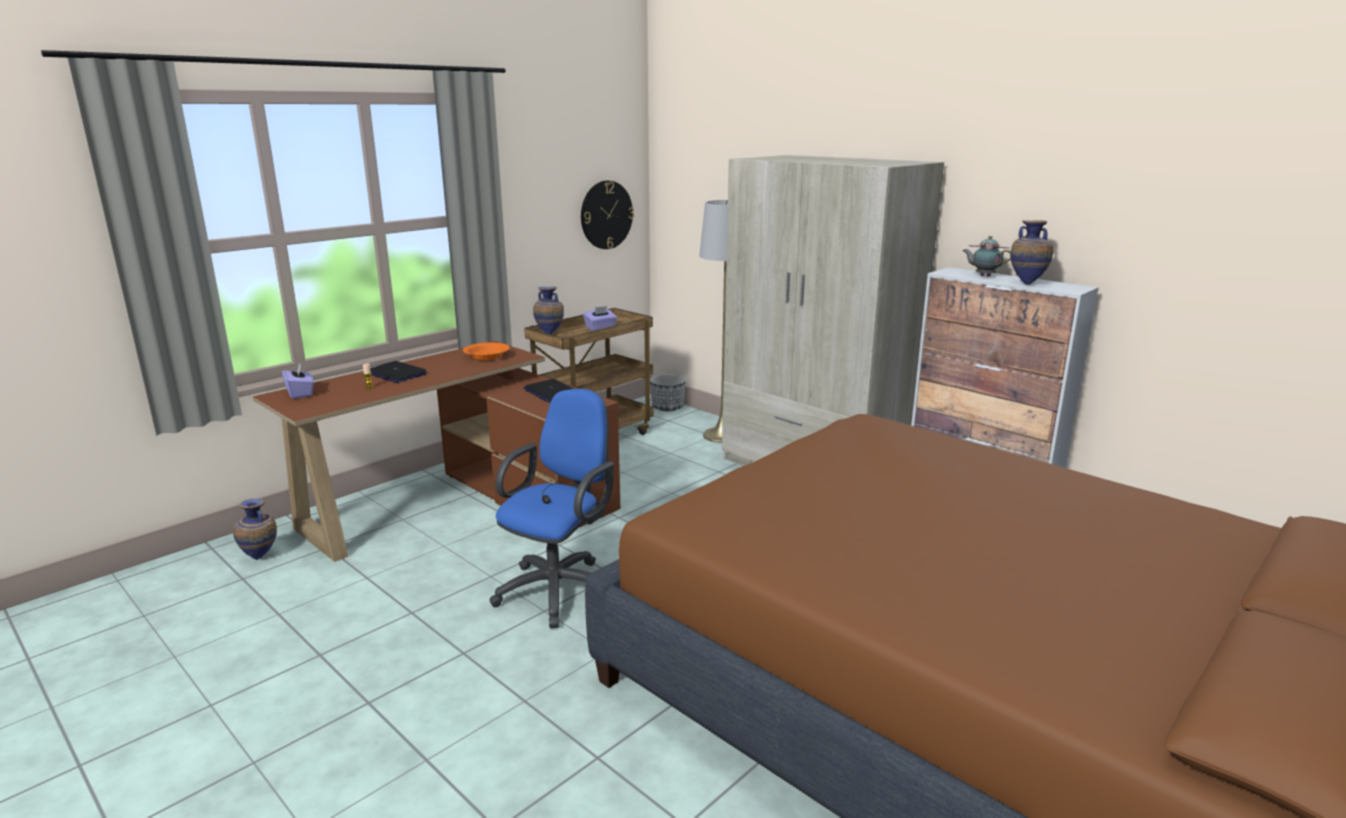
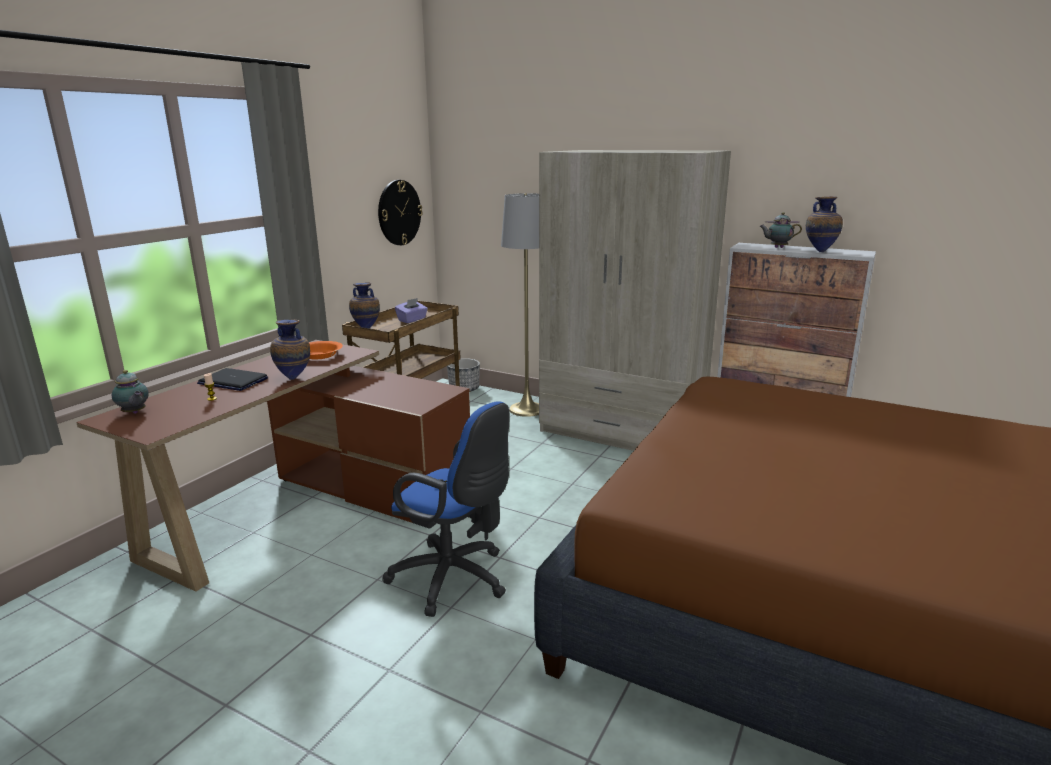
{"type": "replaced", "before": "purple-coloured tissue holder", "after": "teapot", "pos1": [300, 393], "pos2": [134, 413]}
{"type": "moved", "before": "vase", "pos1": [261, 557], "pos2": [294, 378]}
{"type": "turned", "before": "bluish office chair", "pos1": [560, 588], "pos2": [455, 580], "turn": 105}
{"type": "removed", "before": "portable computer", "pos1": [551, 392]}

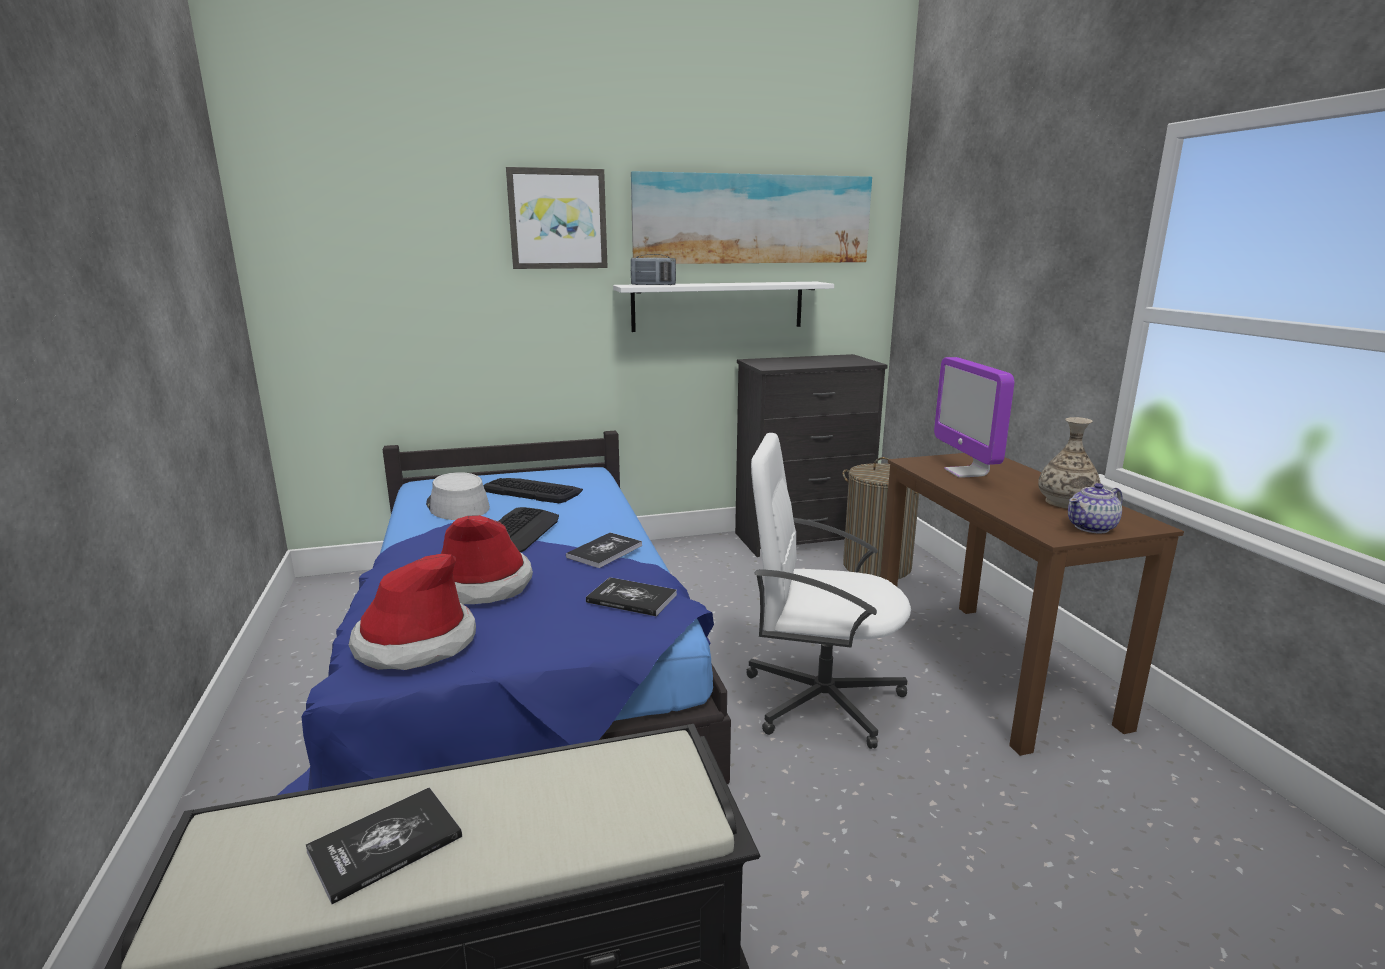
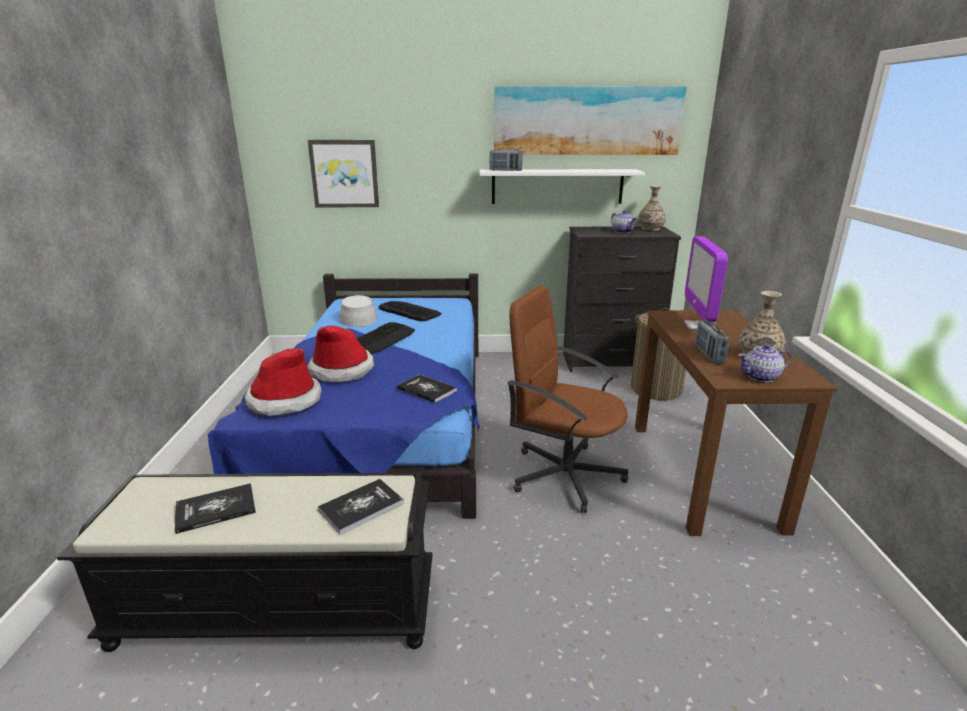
{"type": "moved", "before": "wall picture", "pos1": [558, 219], "pos2": [344, 174]}
{"type": "moved", "before": "book", "pos1": [604, 551], "pos2": [361, 507]}
{"type": "recoloured", "before": "white-coloured office chair", "after": "brownish office chair", "pos1": [820, 698], "pos2": [564, 474]}
{"type": "added", "after": "teapot", "pos2": [622, 231]}
{"type": "added", "after": "vase", "pos2": [650, 228]}
{"type": "added", "after": "radio set", "pos2": [708, 354]}

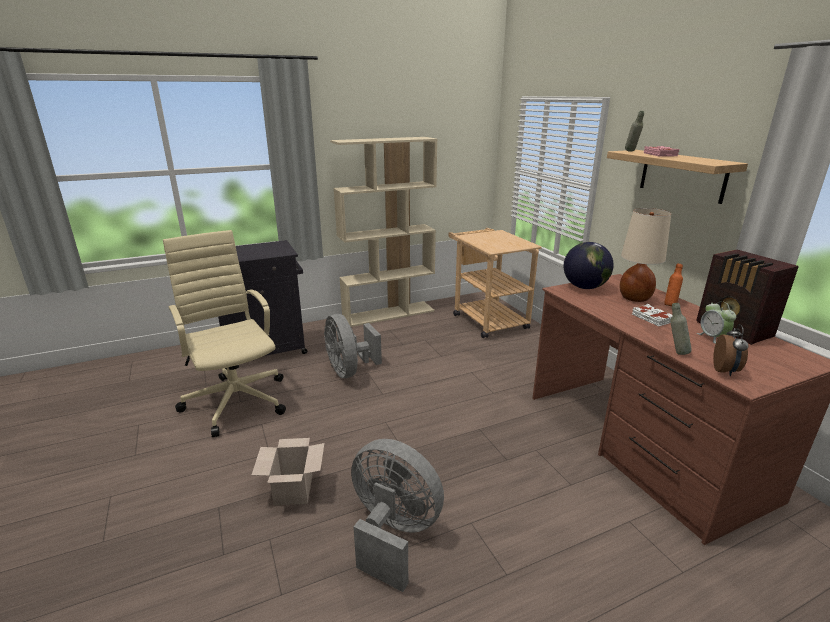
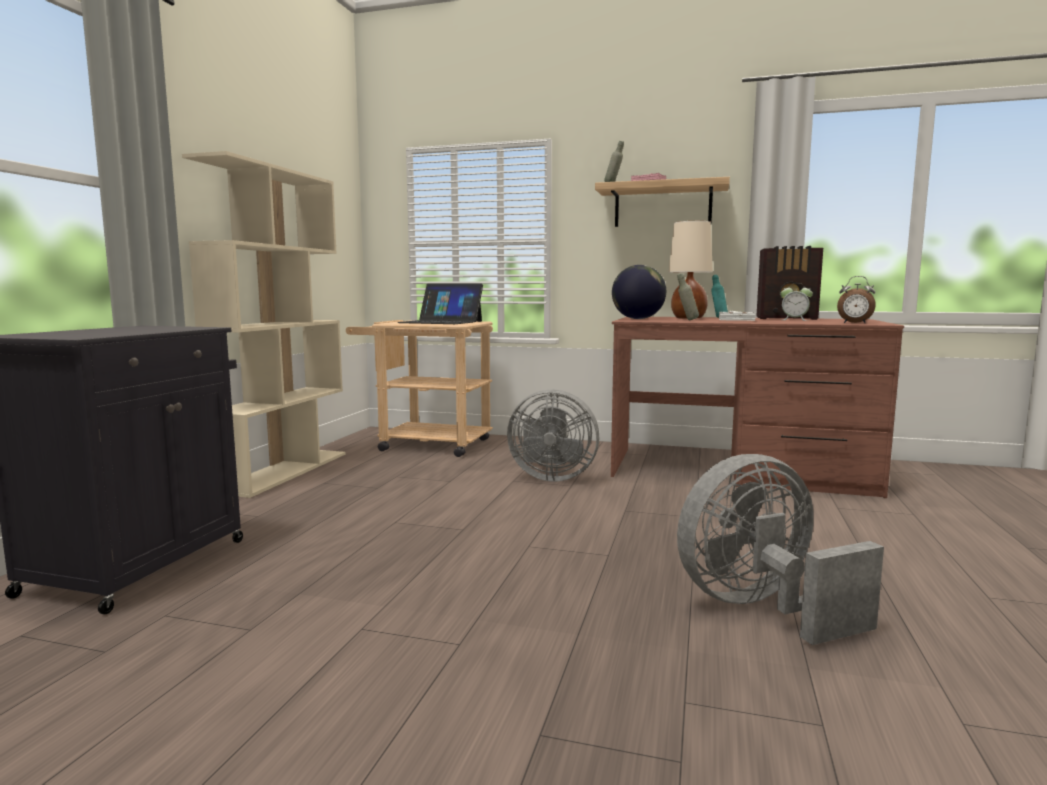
{"type": "added", "after": "portable computer", "pos2": [441, 322]}
{"type": "moved", "before": "grey cooling fan", "pos1": [349, 370], "pos2": [551, 477]}
{"type": "moved", "before": "grey beverage bottle", "pos1": [675, 352], "pos2": [687, 320]}
{"type": "recoloured", "before": "orange-coloured beverage bottle", "after": "turquoise beverage bottle", "pos1": [670, 305], "pos2": [718, 318]}
{"type": "turned", "before": "bedside clock", "pos1": [726, 371], "pos2": [854, 323], "turn": 150}
{"type": "removed", "before": "beige-coloured office chair", "pos1": [236, 400]}
{"type": "removed", "before": "cardboard box", "pos1": [293, 488]}

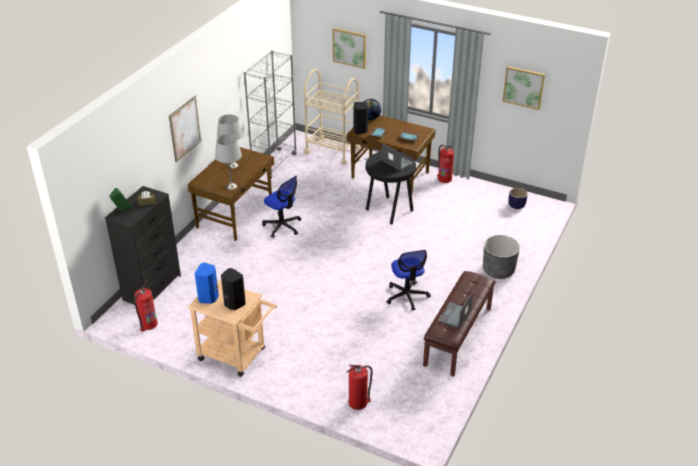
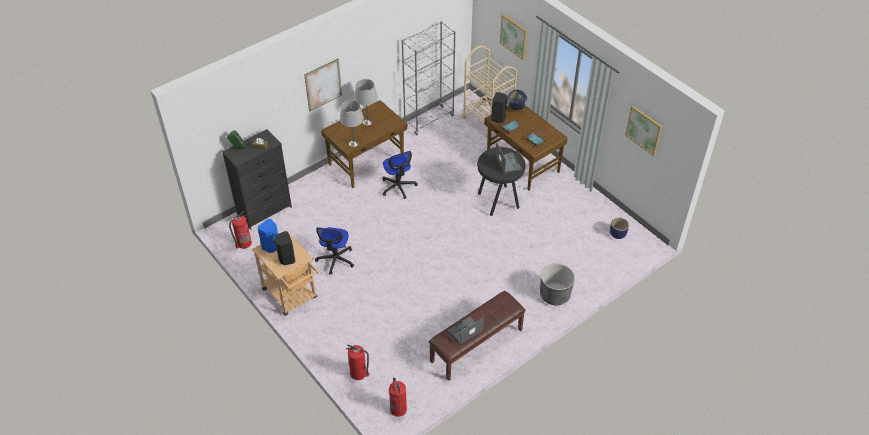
{"type": "moved", "before": "office chair", "pos1": [407, 296], "pos2": [335, 259]}
{"type": "moved", "before": "fire extinguisher", "pos1": [444, 178], "pos2": [398, 408]}

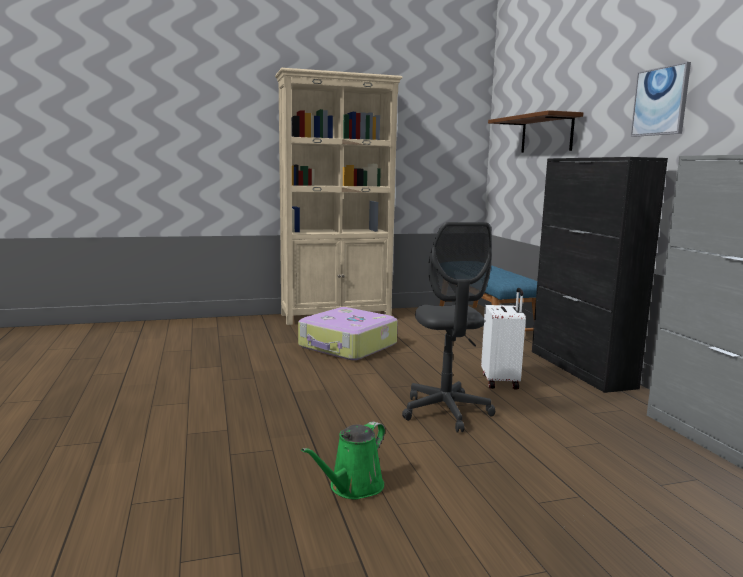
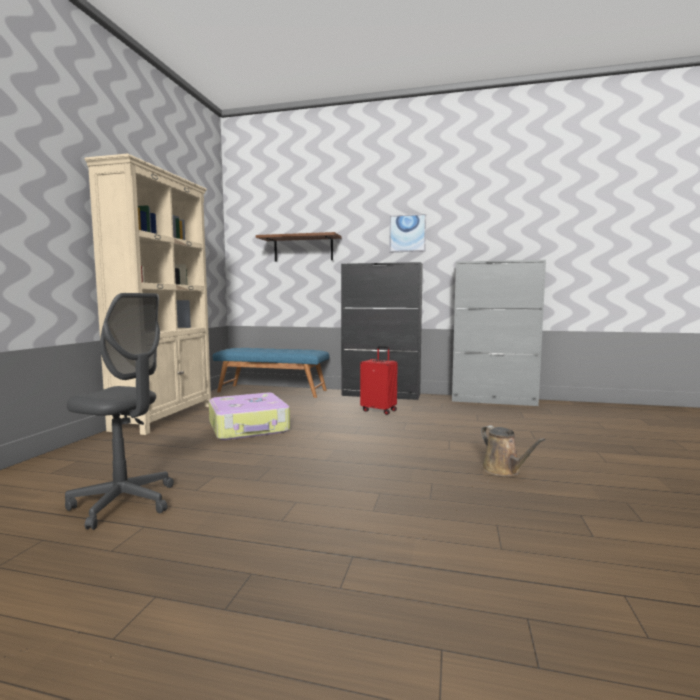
{"type": "moved", "before": "grey office chair", "pos1": [446, 412], "pos2": [124, 503]}
{"type": "recoloured", "before": "white-coloured suitcase", "after": "red-coloured suitcase", "pos1": [501, 381], "pos2": [379, 410]}
{"type": "recoloured", "before": "greenish watering can", "after": "brownish watering can", "pos1": [353, 487], "pos2": [503, 470]}

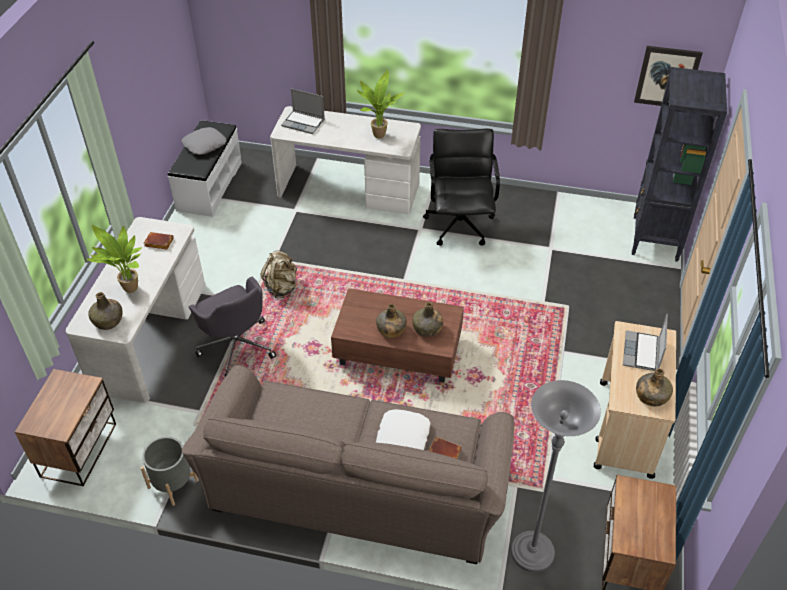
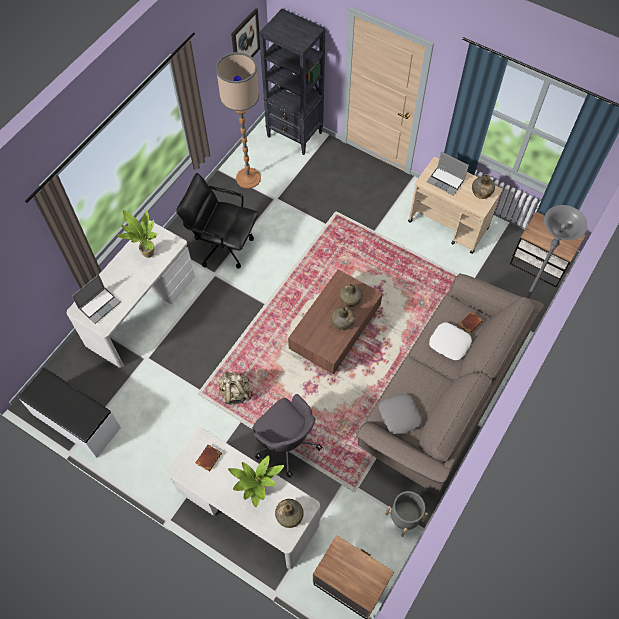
{"type": "added", "after": "floor lamp", "pos2": [248, 178]}
{"type": "turned", "before": "grey office chair", "pos1": [236, 346], "pos2": [286, 442], "turn": 60}
{"type": "moved", "before": "grey throw pillow", "pos1": [204, 144], "pos2": [399, 415]}

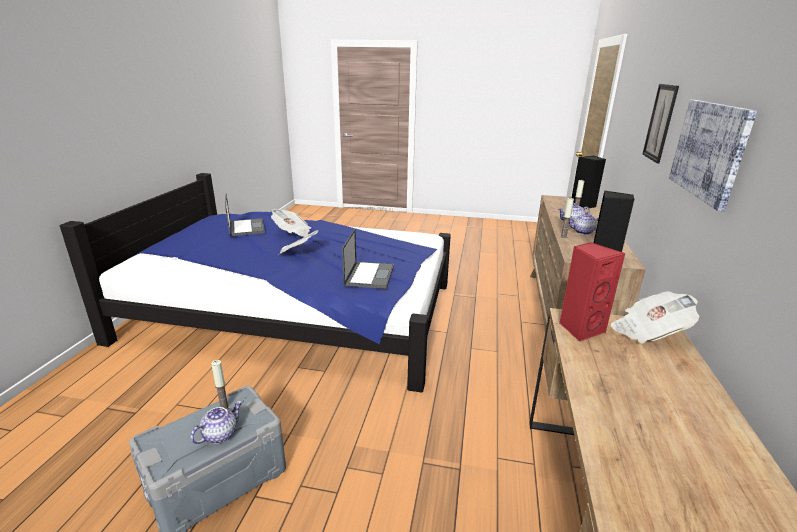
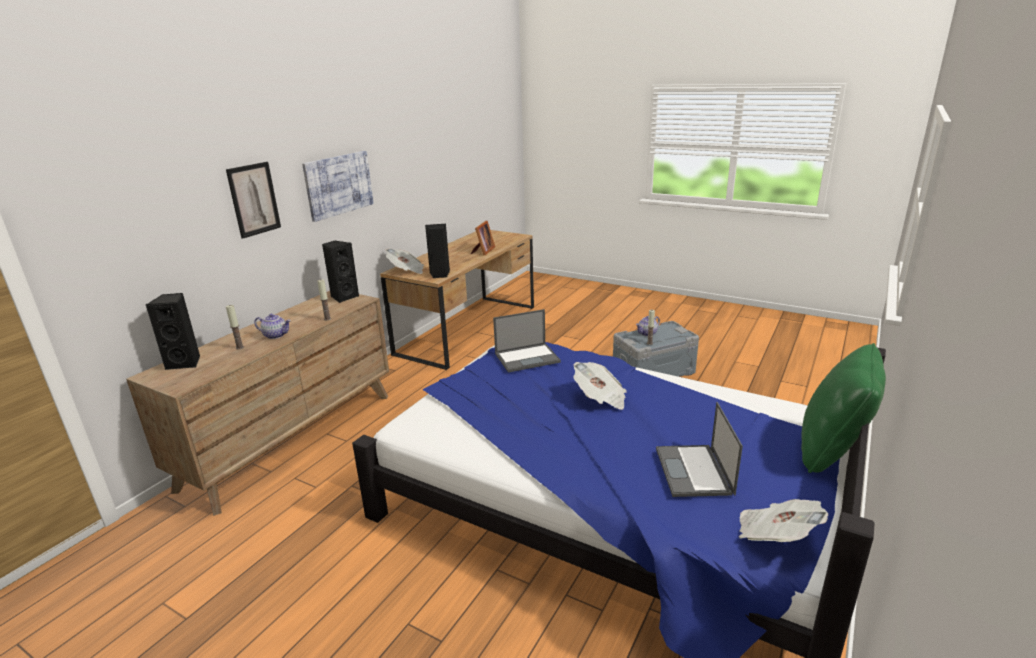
{"type": "recoloured", "before": "red-coloured loudspeaker", "after": "blackish loudspeaker", "pos1": [580, 329], "pos2": [439, 274]}
{"type": "added", "after": "standing frame", "pos2": [483, 251]}
{"type": "turned", "before": "portable computer", "pos1": [369, 275], "pos2": [527, 357], "turn": -135}
{"type": "moved", "before": "printed paper", "pos1": [292, 233], "pos2": [775, 535]}
{"type": "added", "after": "greenish throw pillow", "pos2": [832, 450]}
{"type": "removed", "before": "teapot", "pos1": [583, 232]}

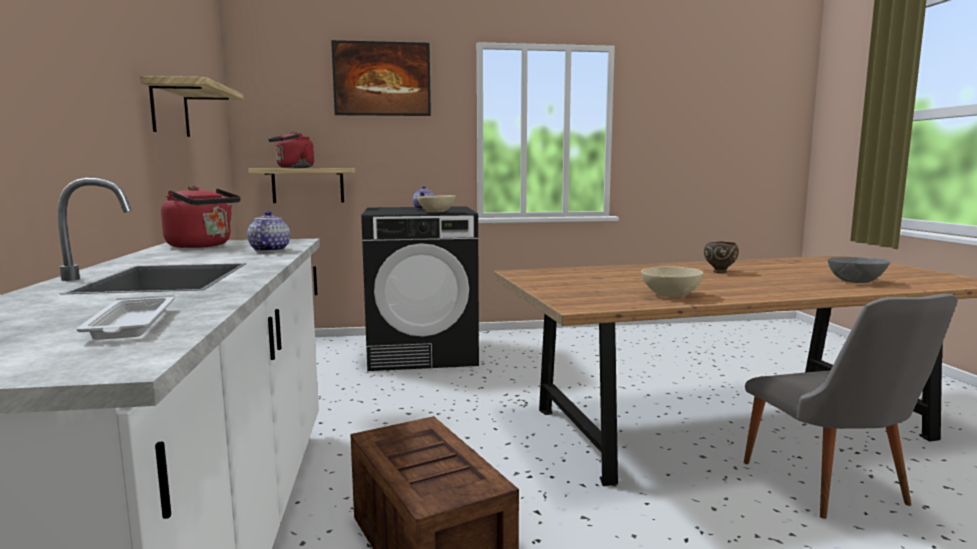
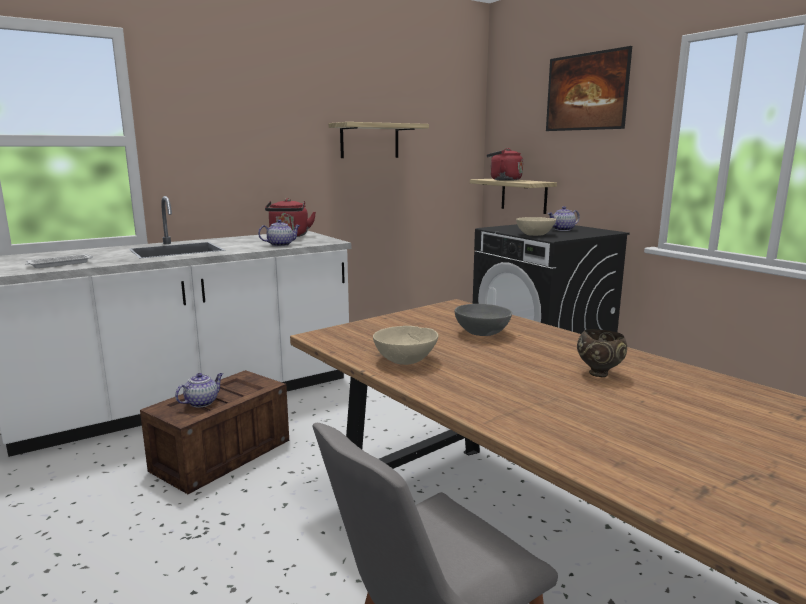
{"type": "added", "after": "teapot", "pos2": [202, 402]}
{"type": "moved", "before": "grey deep dish", "pos1": [855, 281], "pos2": [482, 333]}

